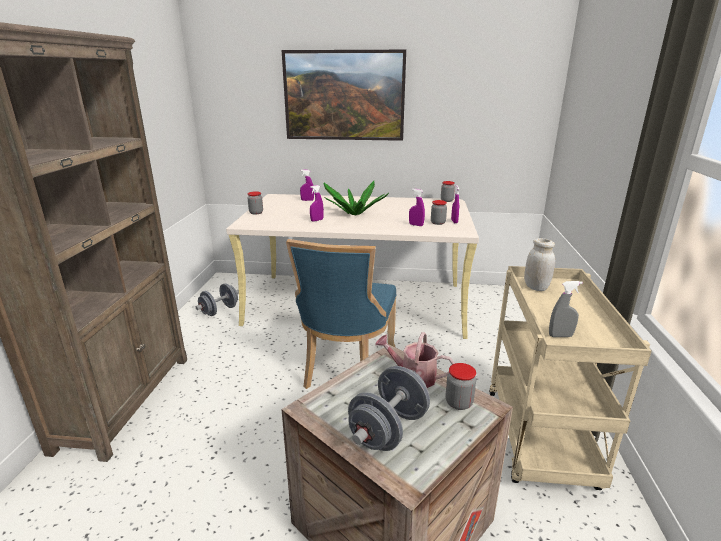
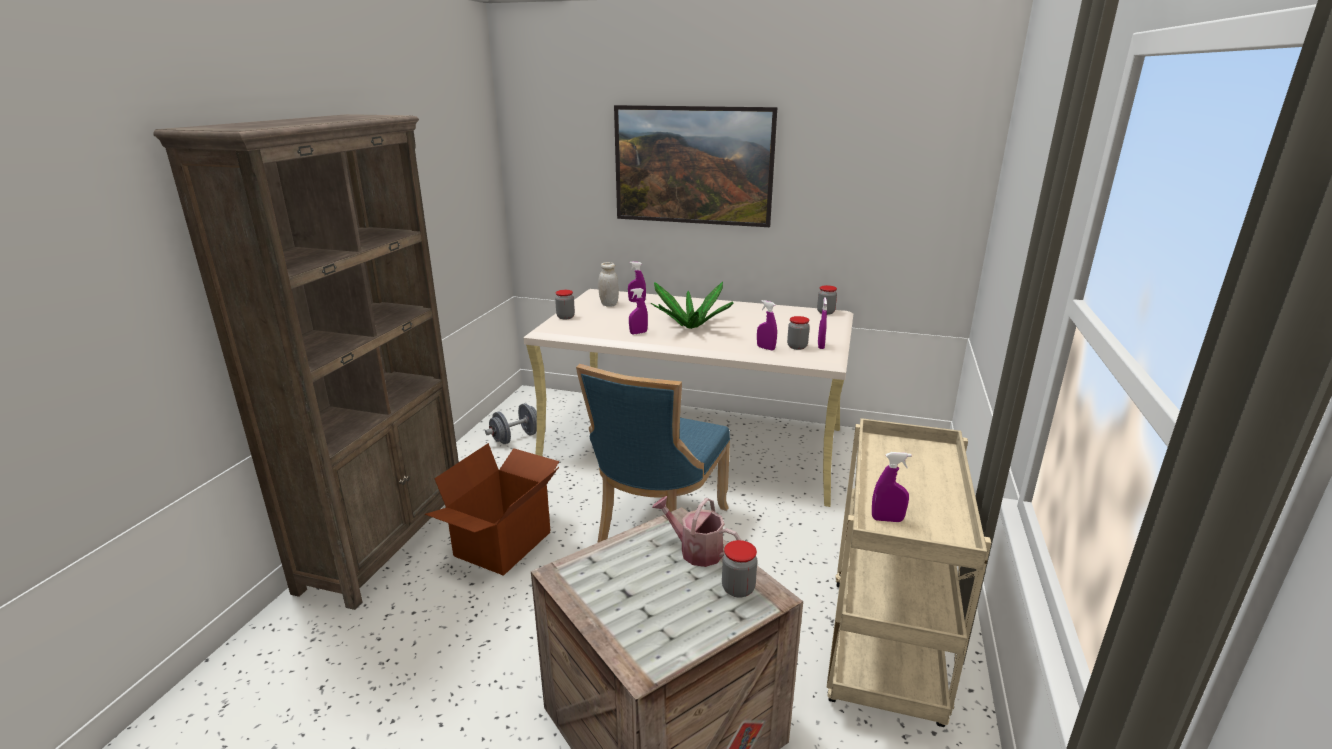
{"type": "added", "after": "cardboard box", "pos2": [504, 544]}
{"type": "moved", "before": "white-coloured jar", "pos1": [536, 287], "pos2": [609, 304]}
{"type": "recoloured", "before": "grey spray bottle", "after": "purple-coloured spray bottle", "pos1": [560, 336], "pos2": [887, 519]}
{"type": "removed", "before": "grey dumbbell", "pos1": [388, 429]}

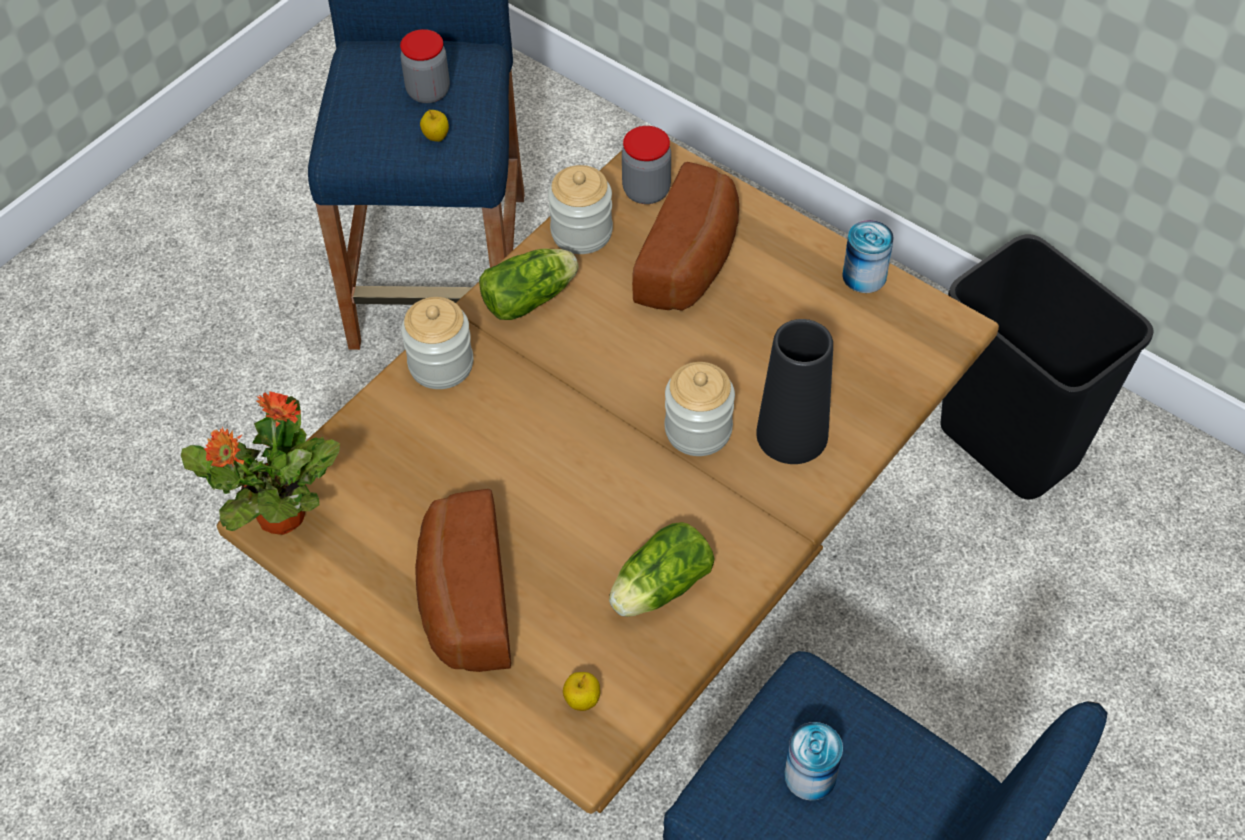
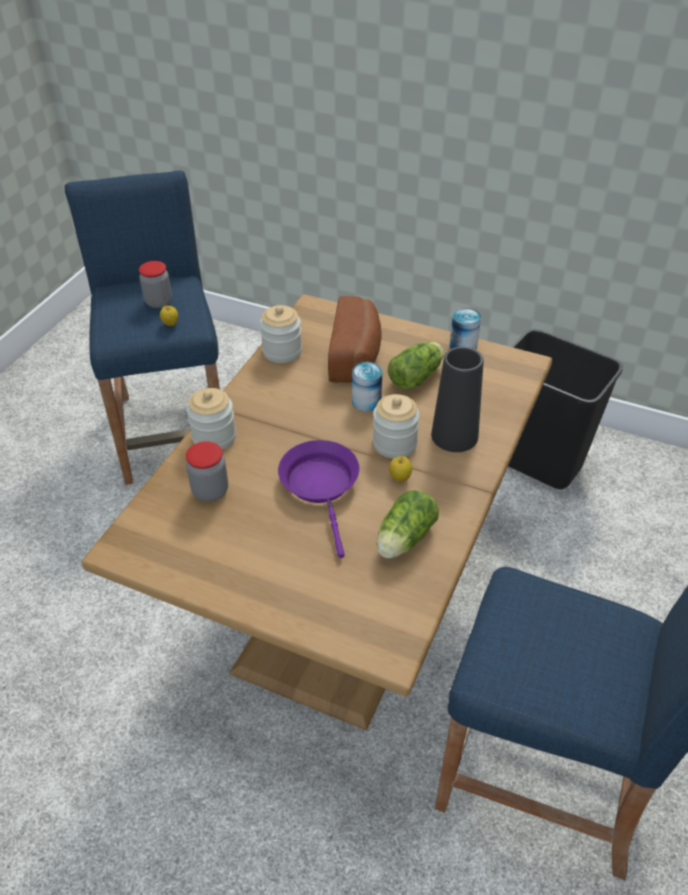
{"type": "moved", "before": "jar", "pos1": [646, 191], "pos2": [210, 491]}
{"type": "added", "after": "purple-coloured frying pan", "pos2": [321, 486]}
{"type": "moved", "before": "metal can", "pos1": [810, 776], "pos2": [366, 401]}
{"type": "moved", "before": "lettuce", "pos1": [532, 297], "pos2": [417, 376]}
{"type": "moved", "before": "apple", "pos1": [582, 701], "pos2": [400, 478]}
{"type": "removed", "before": "houseplant", "pos1": [279, 516]}
{"type": "removed", "before": "baked bread", "pos1": [462, 601]}

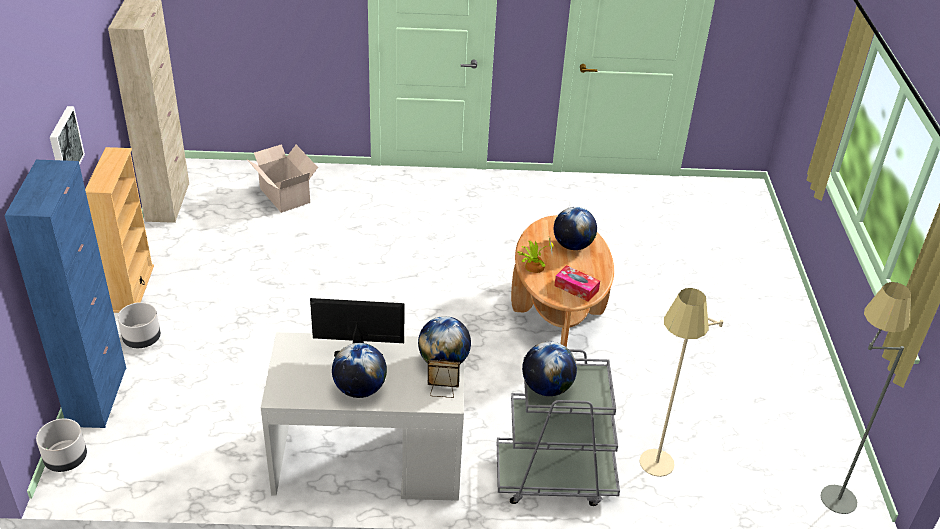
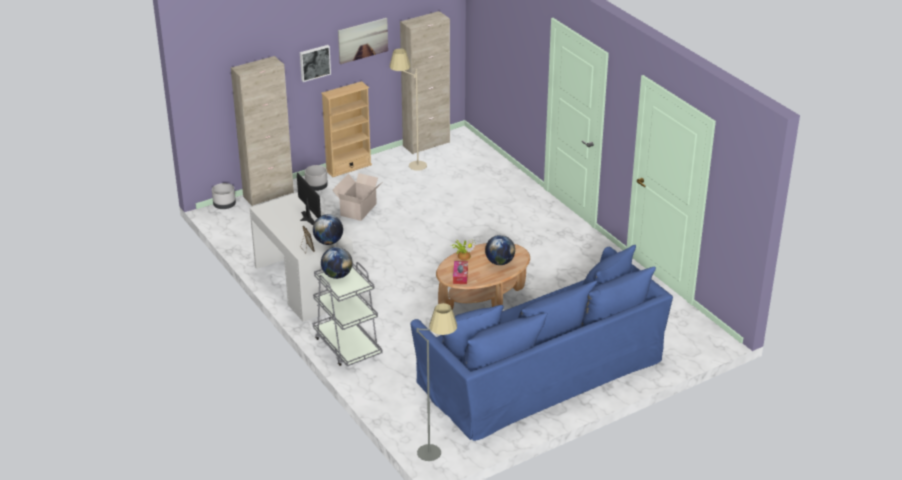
{"type": "recoloured", "before": "bluish cabinet", "after": "beige-coloured cabinet", "pos1": [97, 396], "pos2": [268, 194]}
{"type": "moved", "before": "cardboard box", "pos1": [284, 194], "pos2": [359, 209]}
{"type": "added", "after": "wall picture", "pos2": [363, 40]}
{"type": "moved", "before": "beige-coloured floor lamp", "pos1": [653, 474], "pos2": [409, 166]}
{"type": "added", "after": "bluish settee", "pos2": [540, 370]}
{"type": "removed", "before": "globe", "pos1": [360, 389]}

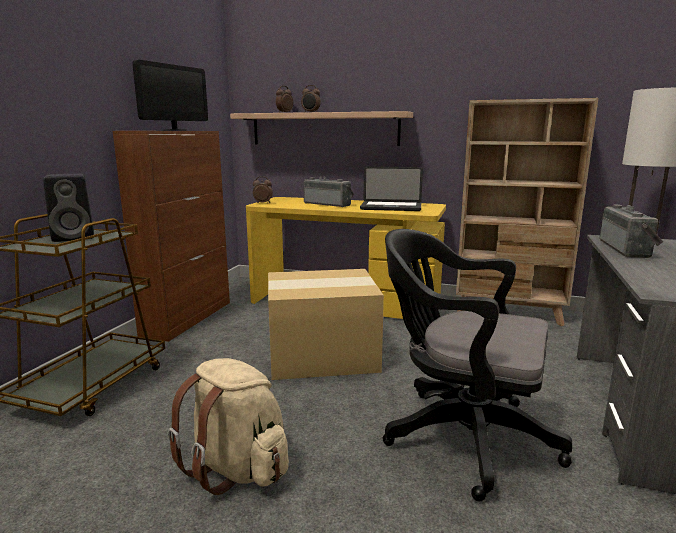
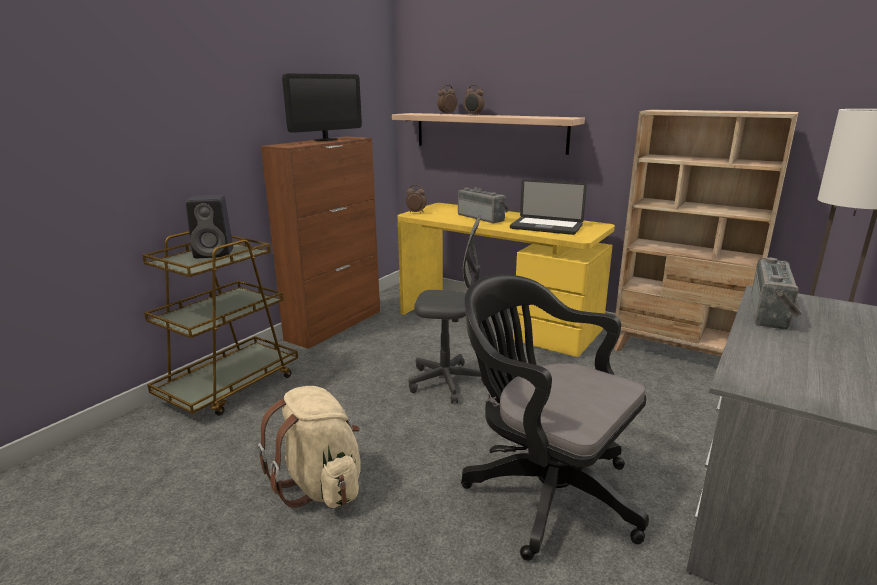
{"type": "replaced", "before": "cardboard box", "after": "grey office chair", "pos1": [324, 355], "pos2": [447, 382]}

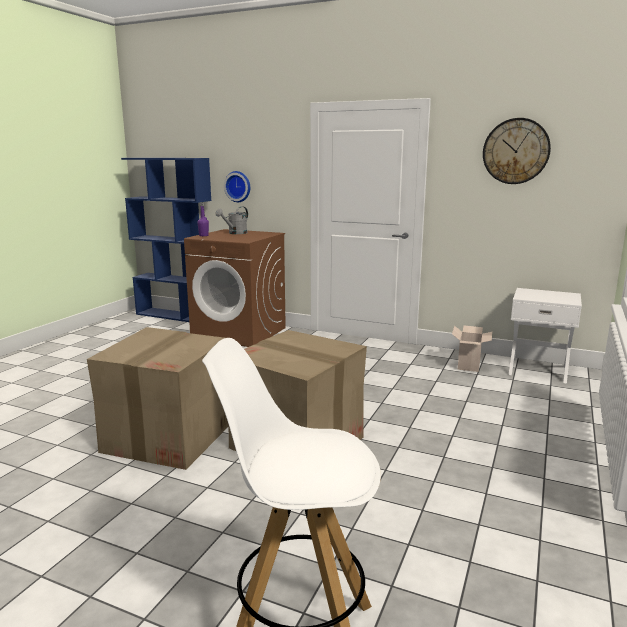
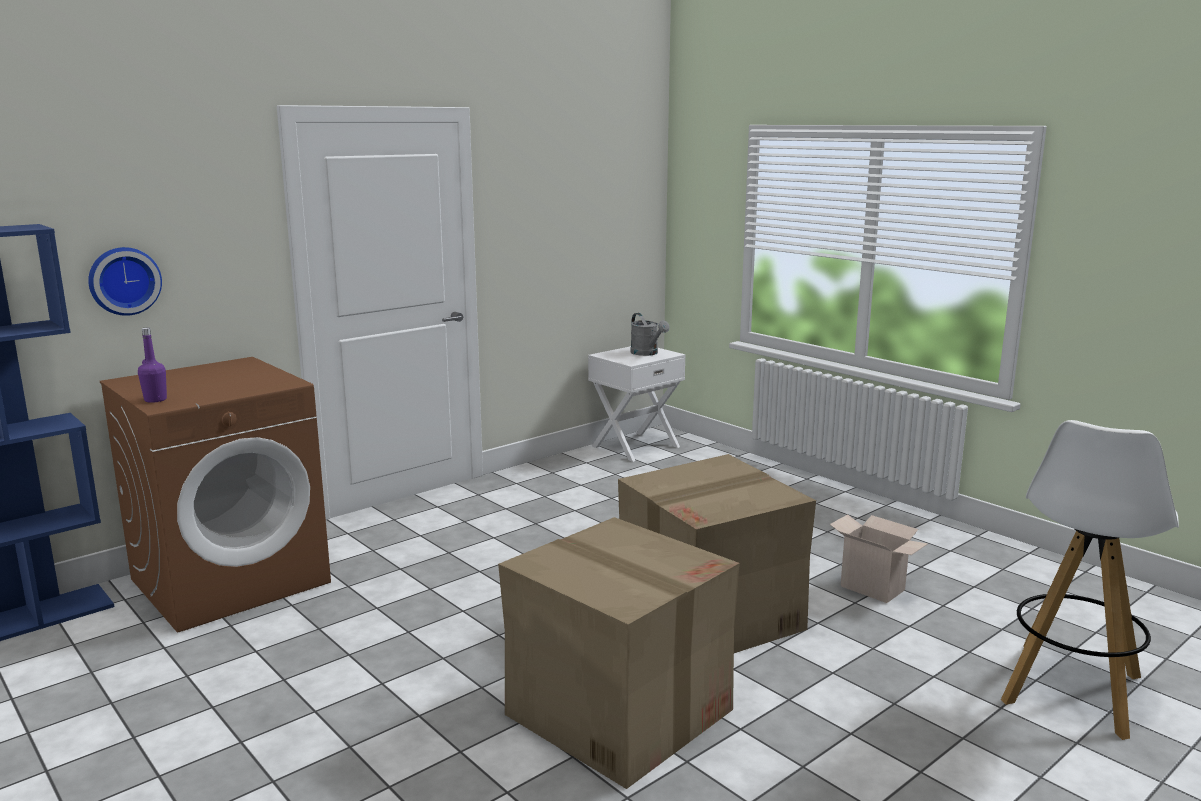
{"type": "moved", "before": "grey watering can", "pos1": [235, 233], "pos2": [647, 353]}
{"type": "moved", "before": "cardboard box", "pos1": [469, 366], "pos2": [875, 588]}
{"type": "removed", "before": "clock on the wall", "pos1": [516, 151]}

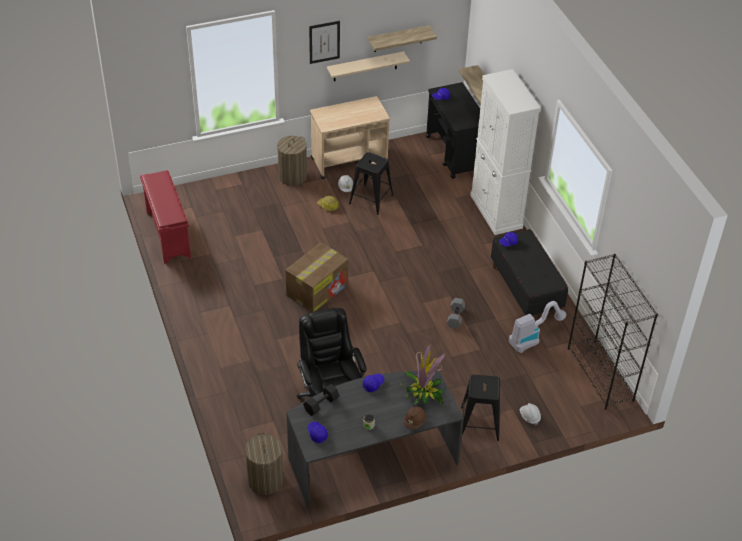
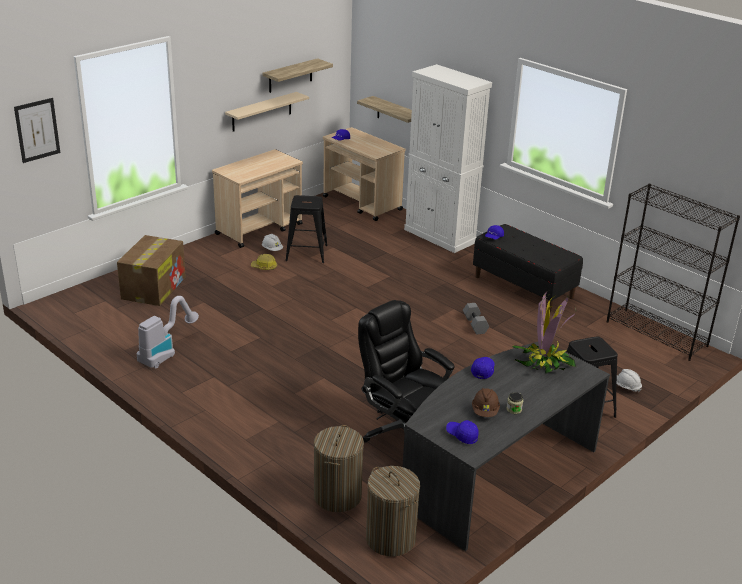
{"type": "moved", "before": "wall picture", "pos1": [324, 42], "pos2": [37, 130]}
{"type": "moved", "before": "cardboard box", "pos1": [317, 289], "pos2": [154, 287]}
{"type": "moved", "before": "hoover", "pos1": [532, 338], "pos2": [166, 352]}
{"type": "moved", "before": "laundry basket", "pos1": [292, 176], "pos2": [337, 496]}
{"type": "recoloured", "before": "blackish cart", "after": "beige-coloured cart", "pos1": [455, 154], "pos2": [362, 203]}
{"type": "moved", "before": "brownish safety helmet", "pos1": [414, 422], "pos2": [485, 411]}
{"type": "removed", "before": "red-coloured shoe shelf", "pos1": [167, 234]}
{"type": "removed", "before": "blackish dumbbell", "pos1": [321, 405]}

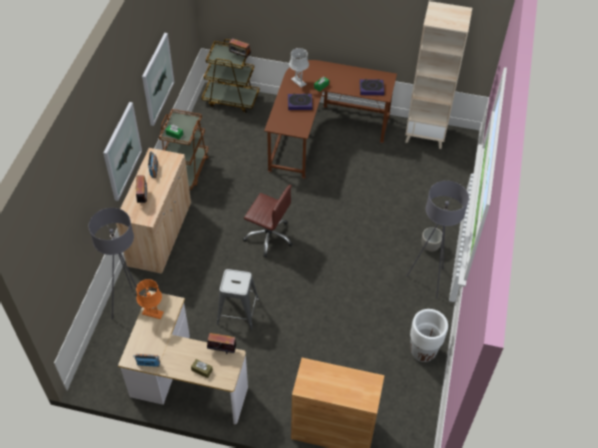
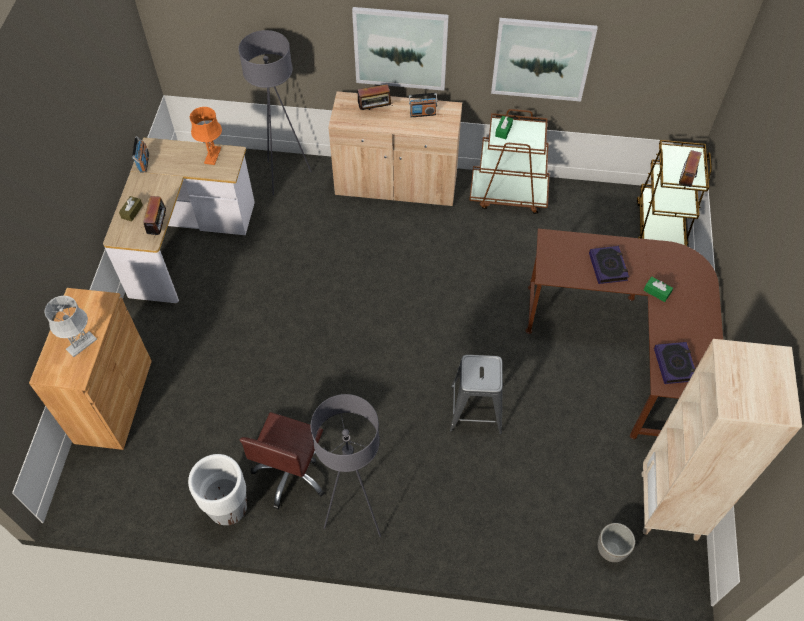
{"type": "moved", "before": "grey lamp for a table", "pos1": [298, 81], "pos2": [81, 344]}
{"type": "moved", "before": "brownish office chair", "pos1": [269, 236], "pos2": [292, 472]}
{"type": "moved", "before": "grey stool seat", "pos1": [237, 312], "pos2": [475, 409]}
{"type": "moved", "before": "plant pot", "pos1": [430, 247], "pos2": [611, 550]}

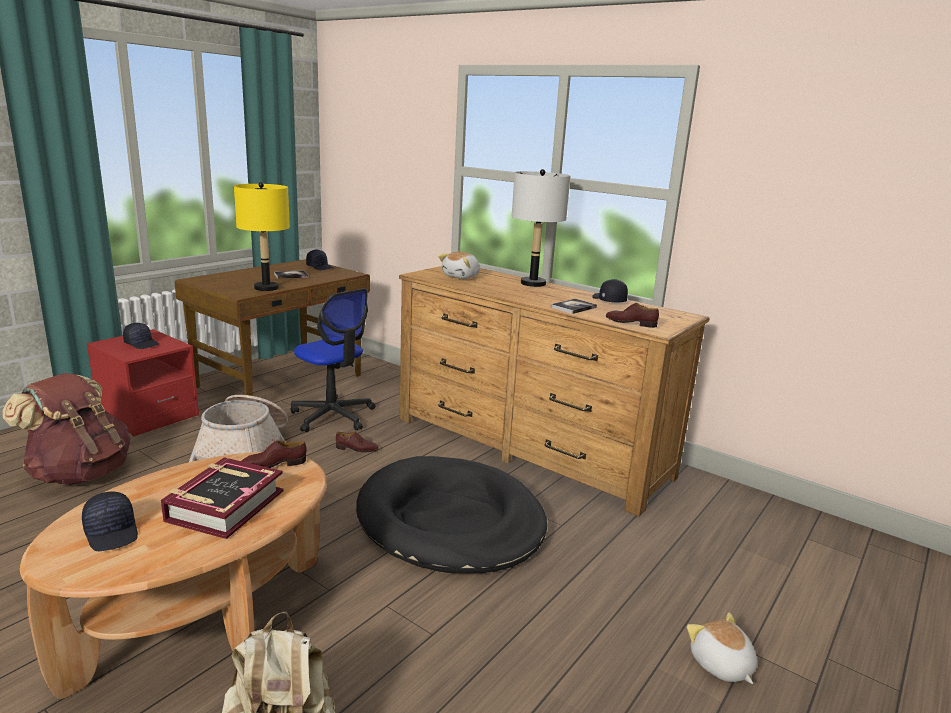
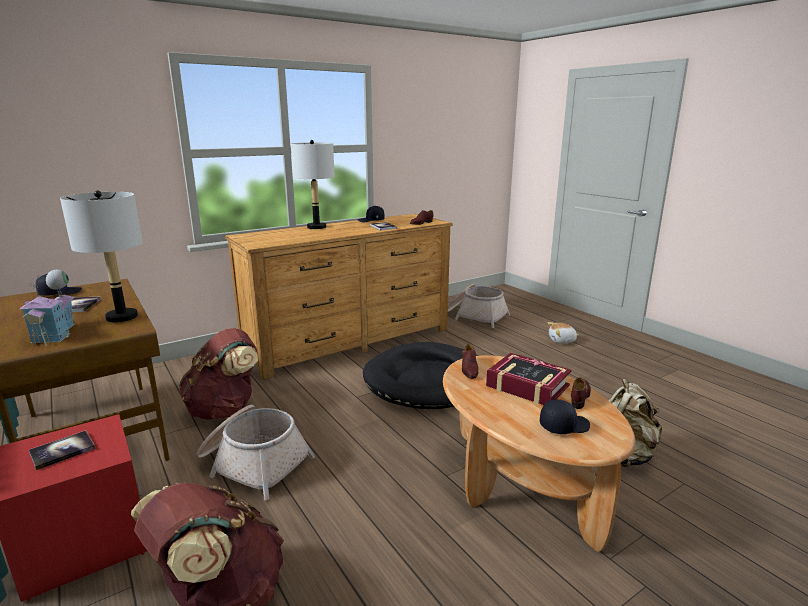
{"type": "added", "after": "miniature house", "pos2": [57, 333]}
{"type": "replaced", "before": "blackish baseball cap", "after": "book", "pos1": [142, 343], "pos2": [62, 451]}
{"type": "recoloured", "before": "yellowish lamp for a table", "after": "grey lamp for a table", "pos1": [266, 288], "pos2": [121, 317]}
{"type": "replaced", "before": "office chair", "after": "brownish backpack", "pos1": [333, 416], "pos2": [225, 409]}
{"type": "added", "after": "household basket", "pos2": [475, 316]}
{"type": "moved", "before": "brownish shoe", "pos1": [357, 449], "pos2": [580, 396]}
{"type": "removed", "before": "cuddly toy", "pos1": [462, 277]}

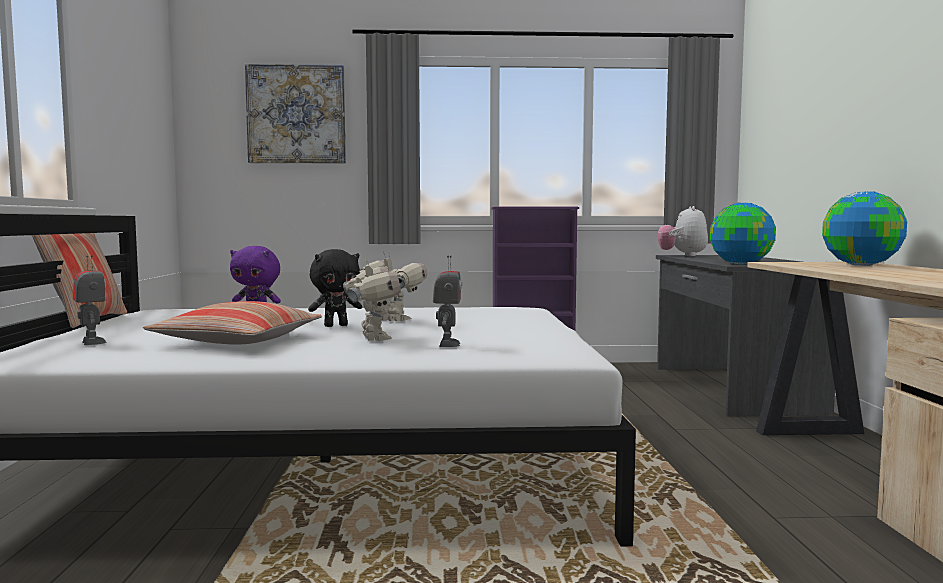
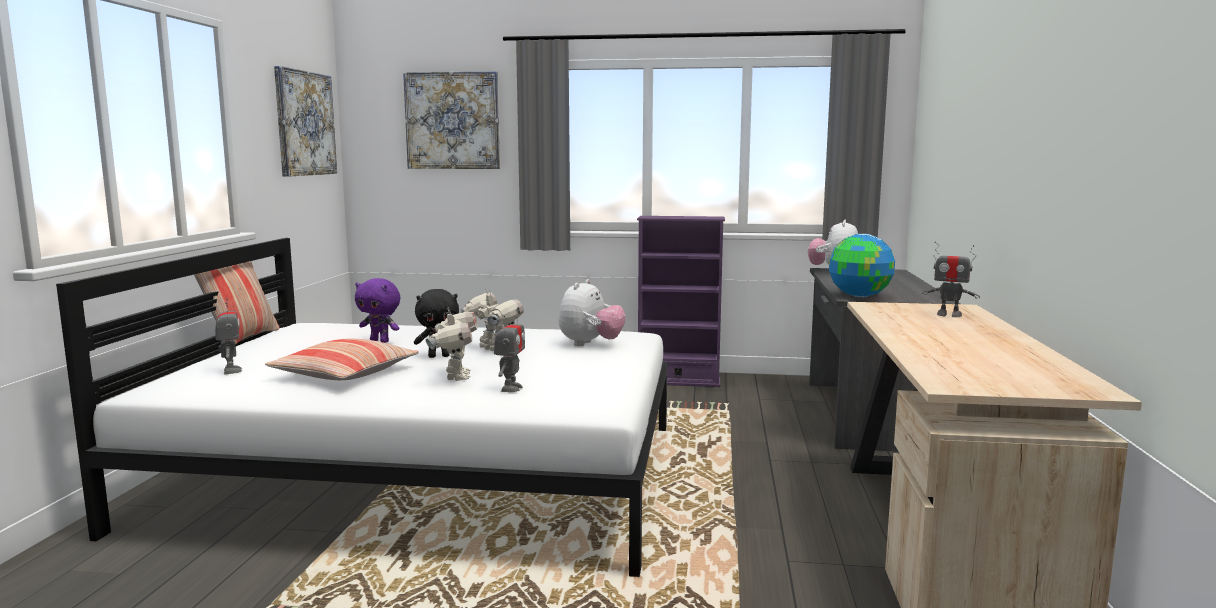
{"type": "added", "after": "wall picture", "pos2": [305, 123]}
{"type": "added", "after": "cuddly toy", "pos2": [590, 344]}
{"type": "replaced", "before": "globe", "after": "toy robot", "pos1": [861, 265], "pos2": [949, 315]}

